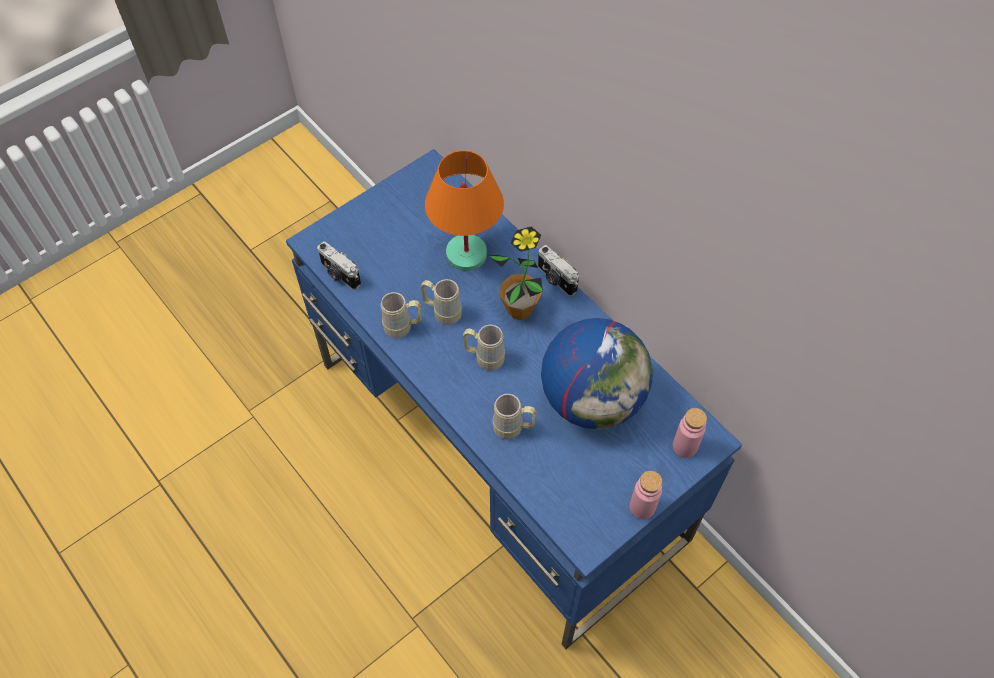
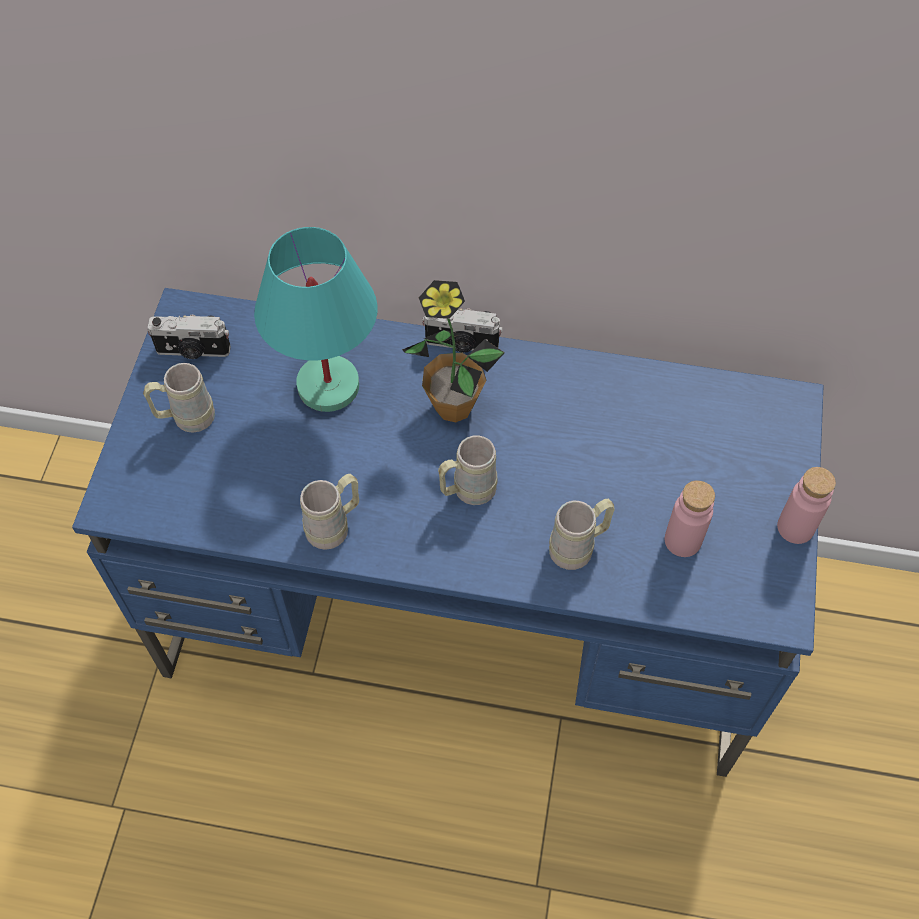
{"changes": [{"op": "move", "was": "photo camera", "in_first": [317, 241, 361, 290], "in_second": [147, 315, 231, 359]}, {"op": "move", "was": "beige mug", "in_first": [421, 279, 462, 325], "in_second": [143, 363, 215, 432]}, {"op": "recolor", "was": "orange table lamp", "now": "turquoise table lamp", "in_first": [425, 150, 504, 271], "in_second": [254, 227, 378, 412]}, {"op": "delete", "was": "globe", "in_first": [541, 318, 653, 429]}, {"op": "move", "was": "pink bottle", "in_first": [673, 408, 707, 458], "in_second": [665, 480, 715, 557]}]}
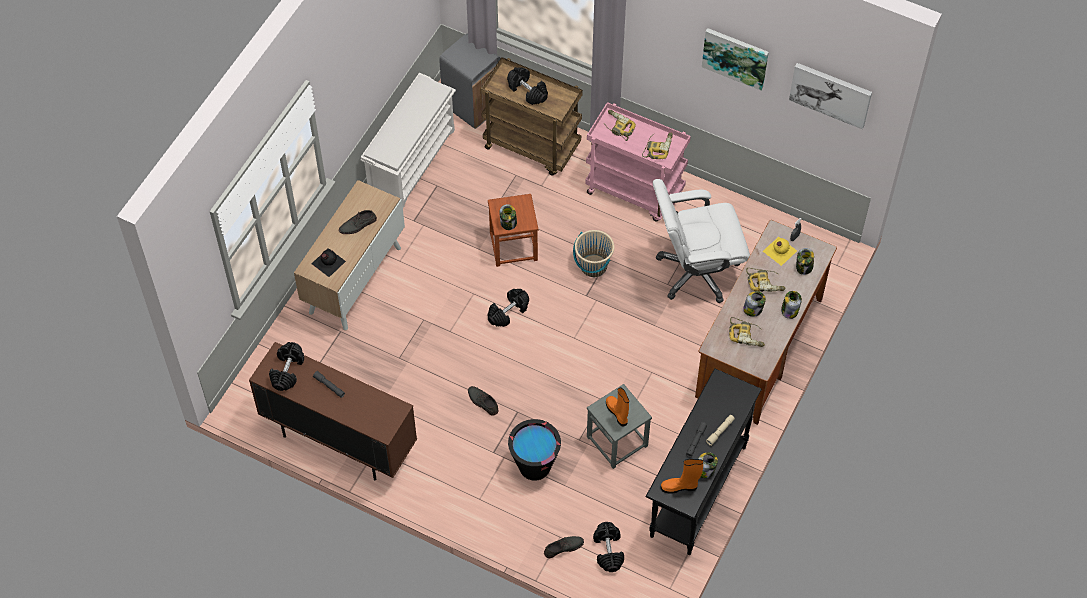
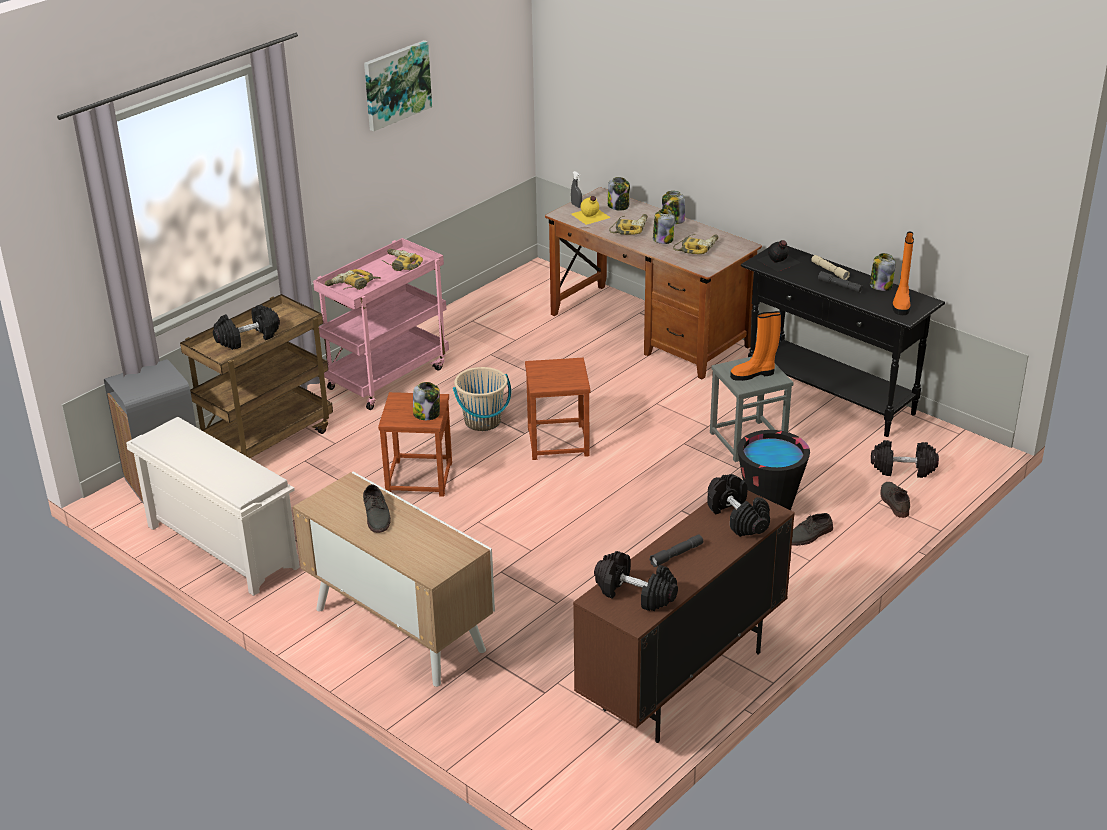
{"changes": [{"op": "move", "was": "black bottle", "in_first": [311, 248, 346, 277], "in_second": [757, 240, 801, 272]}, {"op": "move", "was": "grey shoe", "in_first": [468, 386, 499, 416], "in_second": [792, 513, 833, 546]}, {"op": "move", "was": "black dumbbell", "in_first": [487, 289, 529, 327], "in_second": [707, 474, 770, 537]}, {"op": "delete", "was": "white office chair", "in_first": [653, 179, 750, 303]}, {"op": "delete", "was": "picture", "in_first": [789, 63, 872, 129]}, {"op": "insert", "now": "brown stool", "in_second": [525, 358, 590, 460]}]}
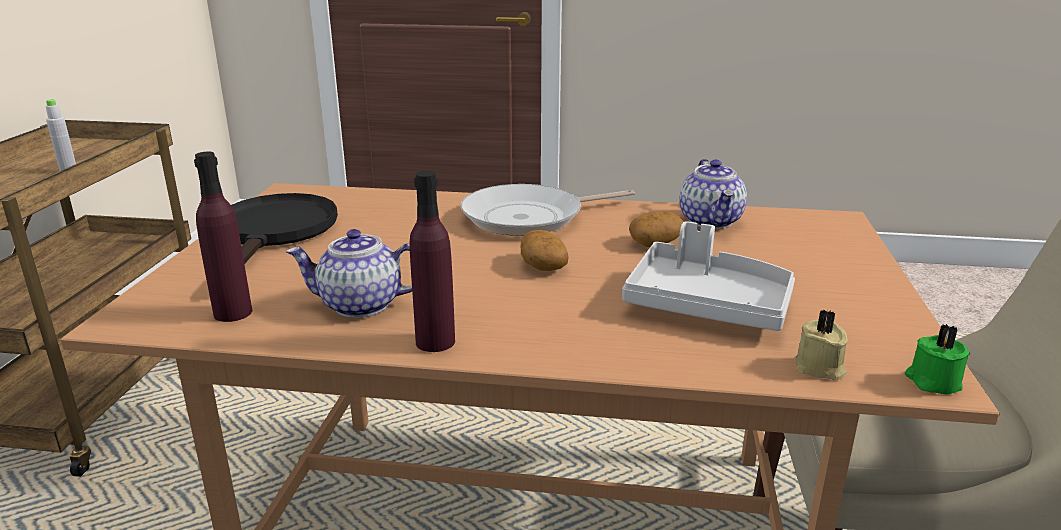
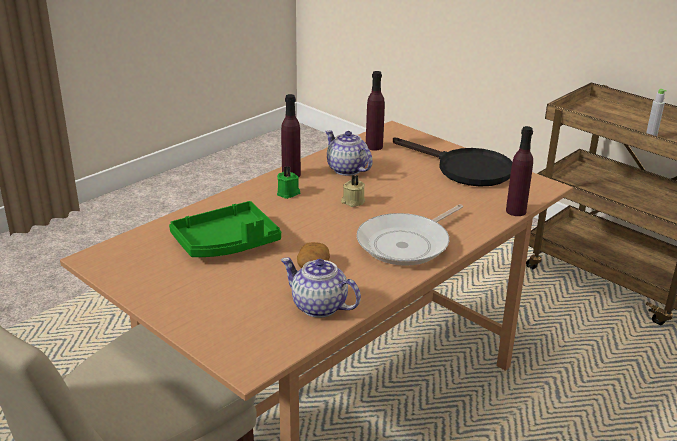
{"changes": [{"op": "rotate", "was": "teapot", "in_first": [286, 229, 412, 318], "in_second": [325, 130, 372, 176], "clockwise": -75}, {"op": "rotate", "was": "frying pan", "in_first": [461, 184, 635, 236], "in_second": [357, 204, 463, 266], "clockwise": -150}, {"op": "delete", "was": "potato", "in_first": [521, 230, 568, 271]}, {"op": "recolor", "was": "grey tray", "now": "green tray", "in_first": [622, 221, 795, 331], "in_second": [169, 201, 281, 257]}, {"op": "move", "was": "beige candle", "in_first": [794, 309, 848, 381], "in_second": [341, 174, 365, 207]}, {"op": "move", "was": "green candle", "in_first": [905, 324, 970, 394], "in_second": [277, 166, 300, 199]}, {"op": "insert", "now": "purple bottle", "in_second": [506, 126, 533, 216]}]}
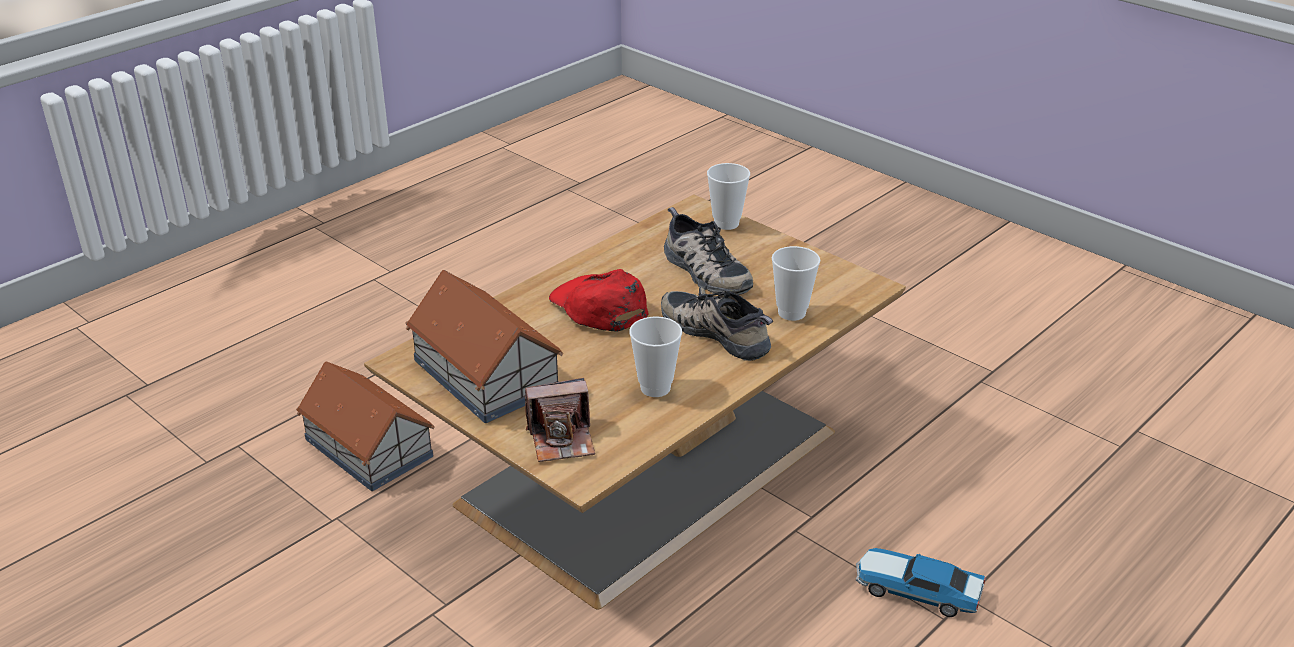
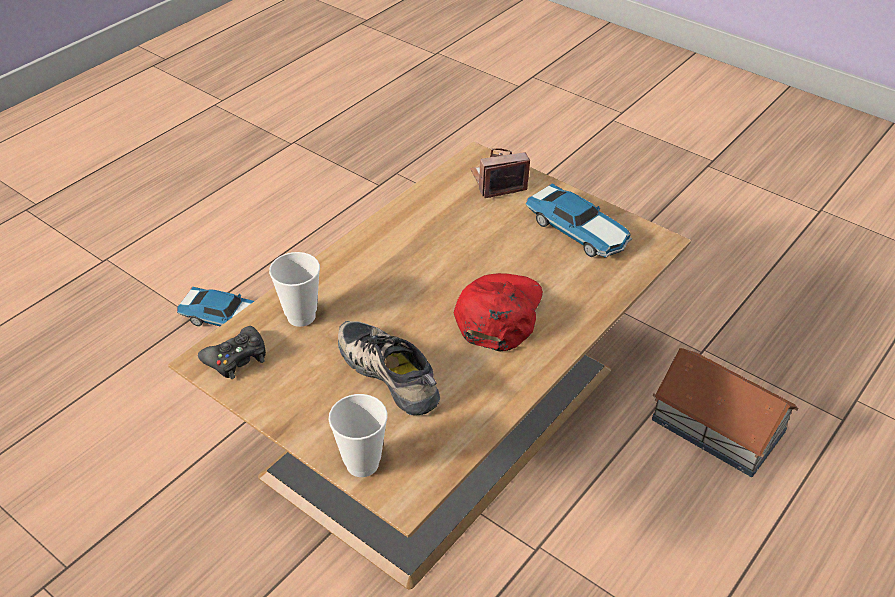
{"changes": [{"op": "replace", "was": "toy house", "now": "toy car", "in_first": [405, 270, 563, 423], "in_second": [525, 183, 632, 258]}, {"op": "rotate", "was": "red cap", "in_first": [549, 269, 649, 332], "in_second": [454, 273, 543, 351], "clockwise": -120}, {"op": "delete", "was": "cup", "in_first": [629, 316, 682, 397]}, {"op": "delete", "was": "shoe", "in_first": [661, 287, 773, 361]}, {"op": "insert", "now": "black game controller", "in_second": [198, 326, 266, 379]}]}
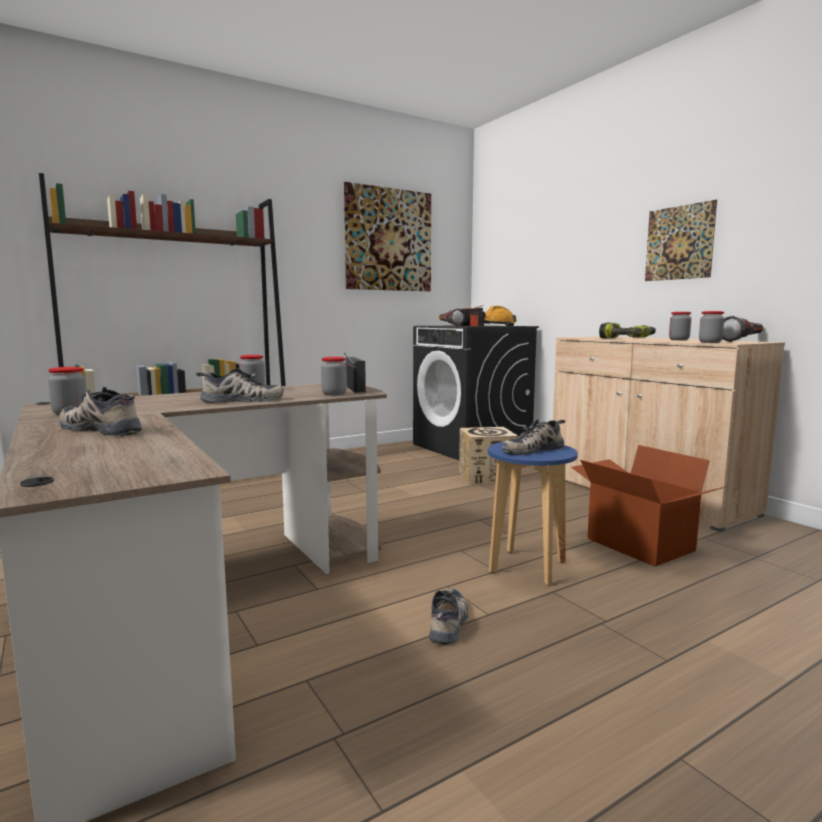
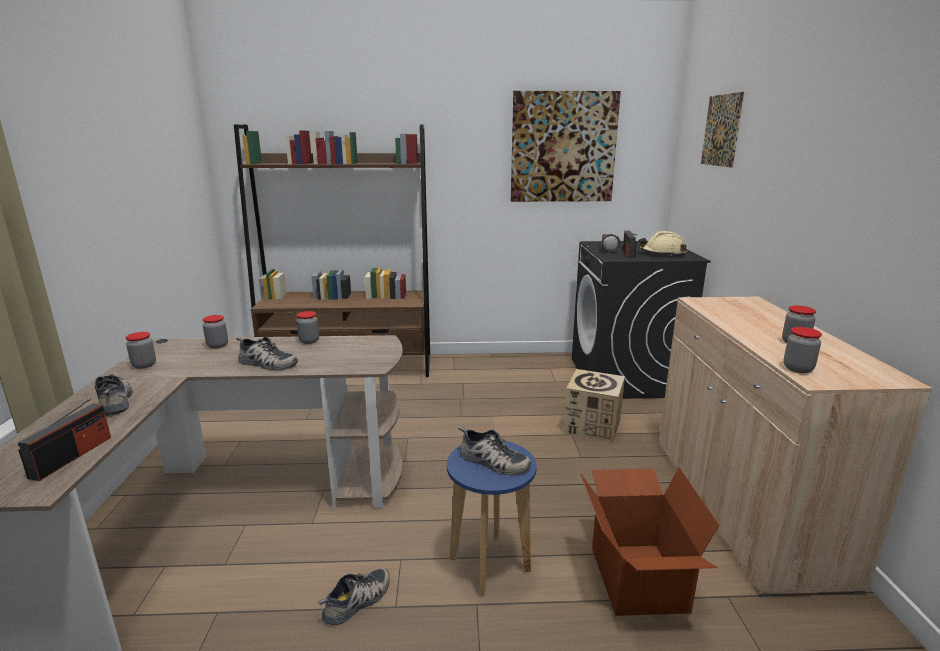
{"changes": [{"op": "move", "was": "jar", "in_first": [321, 357, 347, 395], "in_second": [203, 315, 228, 349]}, {"op": "move", "was": "radio", "in_first": [344, 353, 366, 393], "in_second": [18, 398, 111, 481]}, {"op": "recolor", "was": "orange hard hat", "now": "beige hard hat", "in_first": [483, 306, 517, 326], "in_second": [639, 231, 686, 256]}, {"op": "rotate", "was": "shoe", "in_first": [502, 419, 565, 455], "in_second": [458, 427, 531, 476], "clockwise": -150}, {"op": "delete", "was": "power drill", "in_first": [599, 323, 656, 339]}, {"op": "move", "was": "picture", "in_first": [645, 200, 717, 281], "in_second": [701, 92, 744, 167]}, {"op": "delete", "was": "flashlight", "in_first": [722, 316, 764, 342]}]}
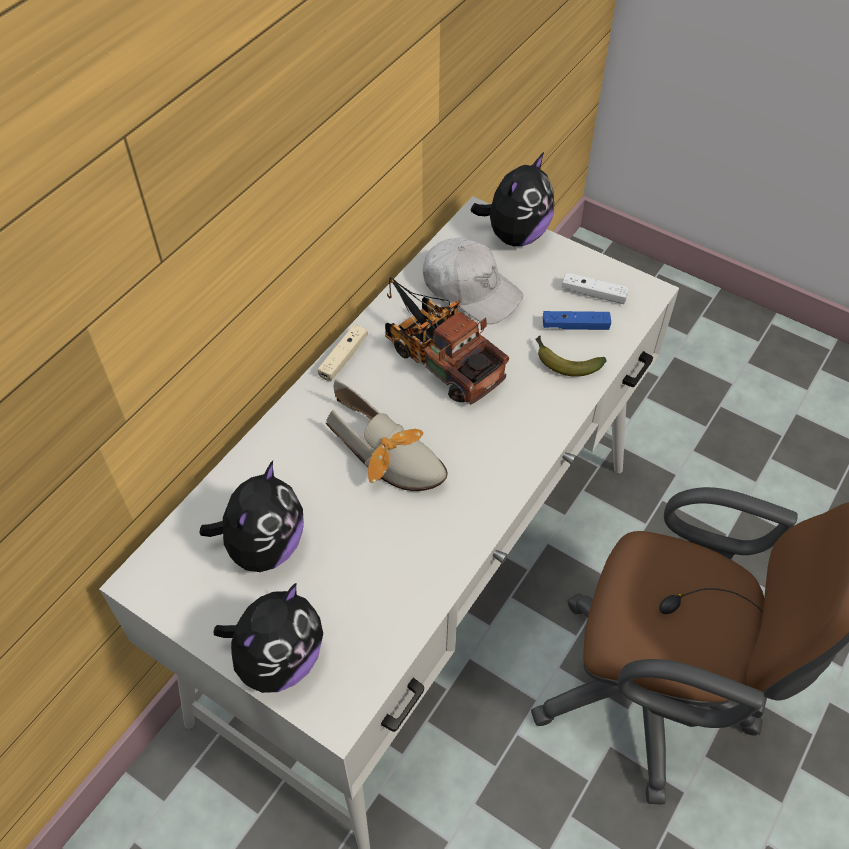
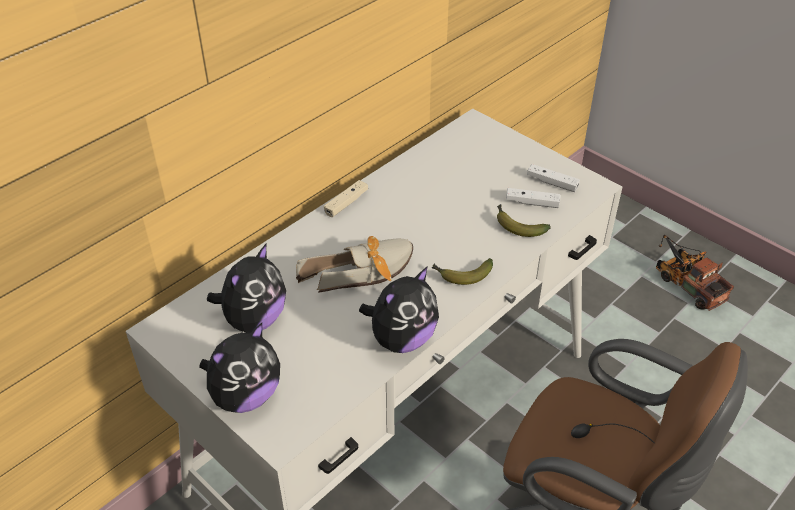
{"changes": [{"op": "rotate", "was": "shoe", "in_first": [326, 379, 448, 491], "in_second": [296, 236, 413, 293], "clockwise": -75}, {"op": "move", "was": "toy truck", "in_first": [385, 277, 509, 405], "in_second": [656, 235, 734, 311]}, {"op": "delete", "was": "white cap", "in_first": [423, 238, 523, 324]}, {"op": "move", "was": "plush toy", "in_first": [471, 152, 554, 246], "in_second": [359, 266, 439, 353]}, {"op": "recolor", "was": "blue game controller", "now": "white game controller", "in_first": [543, 311, 611, 330], "in_second": [506, 188, 561, 208]}, {"op": "insert", "now": "banana", "in_second": [431, 258, 493, 285]}]}
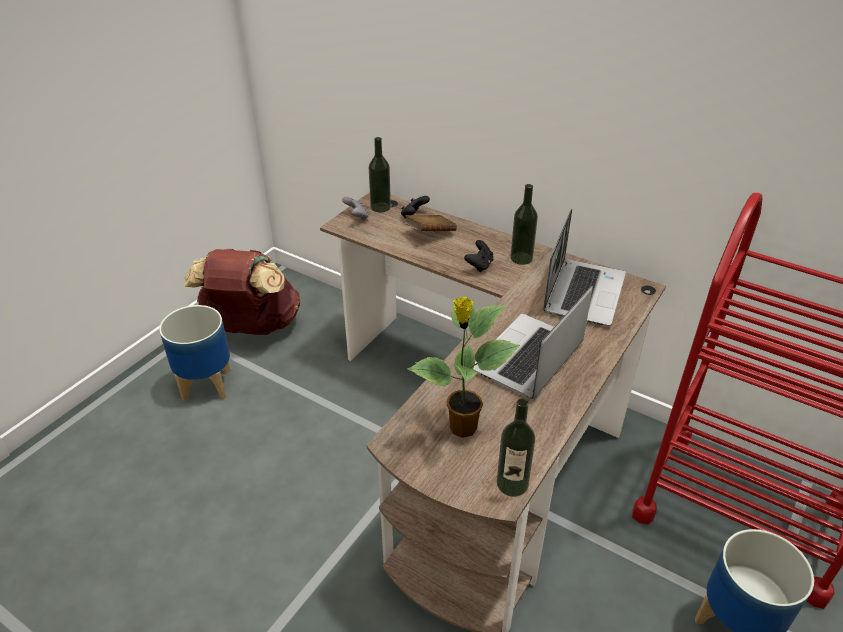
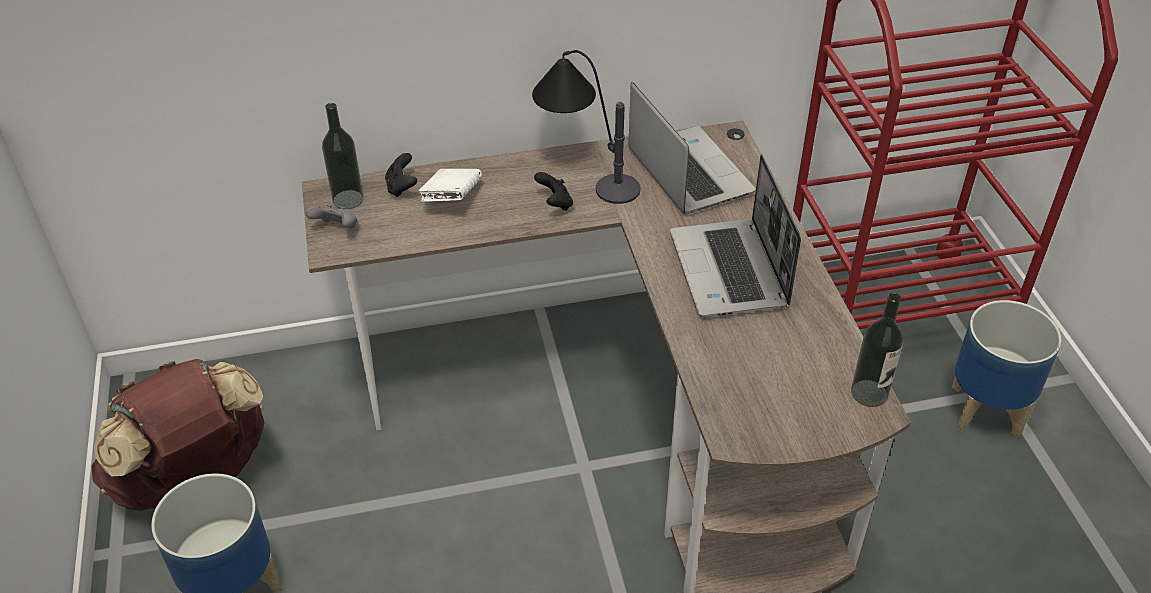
{"changes": [{"op": "recolor", "was": "brown book", "now": "white book", "in_first": [404, 215, 457, 231], "in_second": [418, 169, 482, 202]}, {"op": "delete", "was": "potted plant", "in_first": [407, 297, 520, 438]}, {"op": "replace", "was": "bottle", "now": "table lamp", "in_first": [510, 184, 538, 265], "in_second": [532, 50, 640, 204]}]}
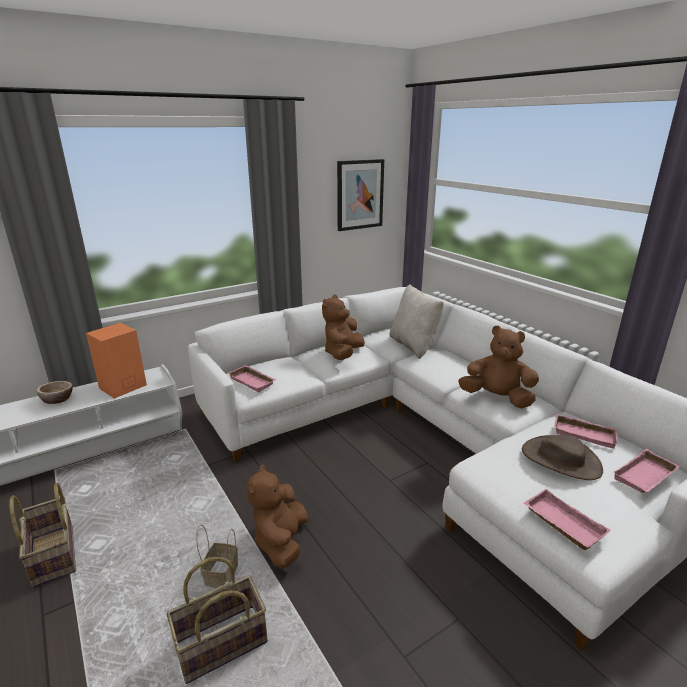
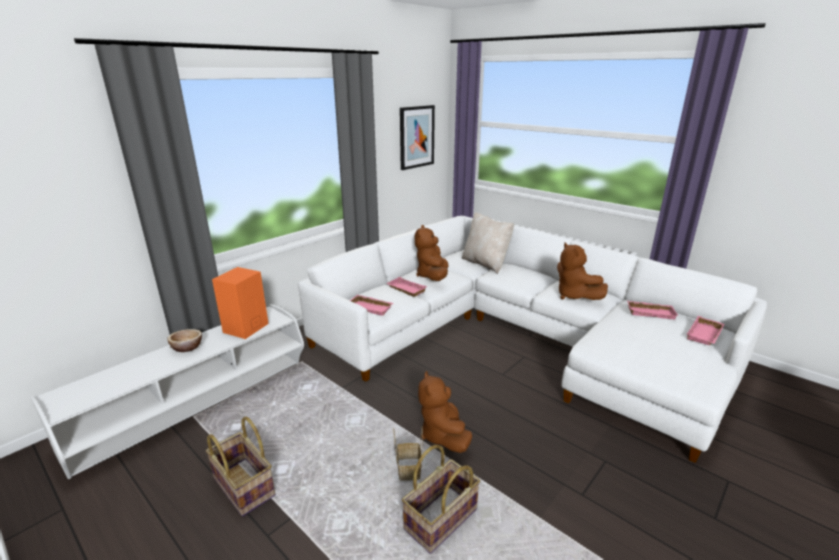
{"changes": [{"op": "rotate", "was": "brown plush toy", "in_first": [458, 326, 539, 408], "in_second": [557, 243, 608, 300], "clockwise": -120}, {"op": "delete", "was": "brown hat", "in_first": [522, 435, 603, 480]}, {"op": "move", "was": "pink tray", "in_first": [523, 489, 610, 550], "in_second": [386, 277, 427, 297]}]}
